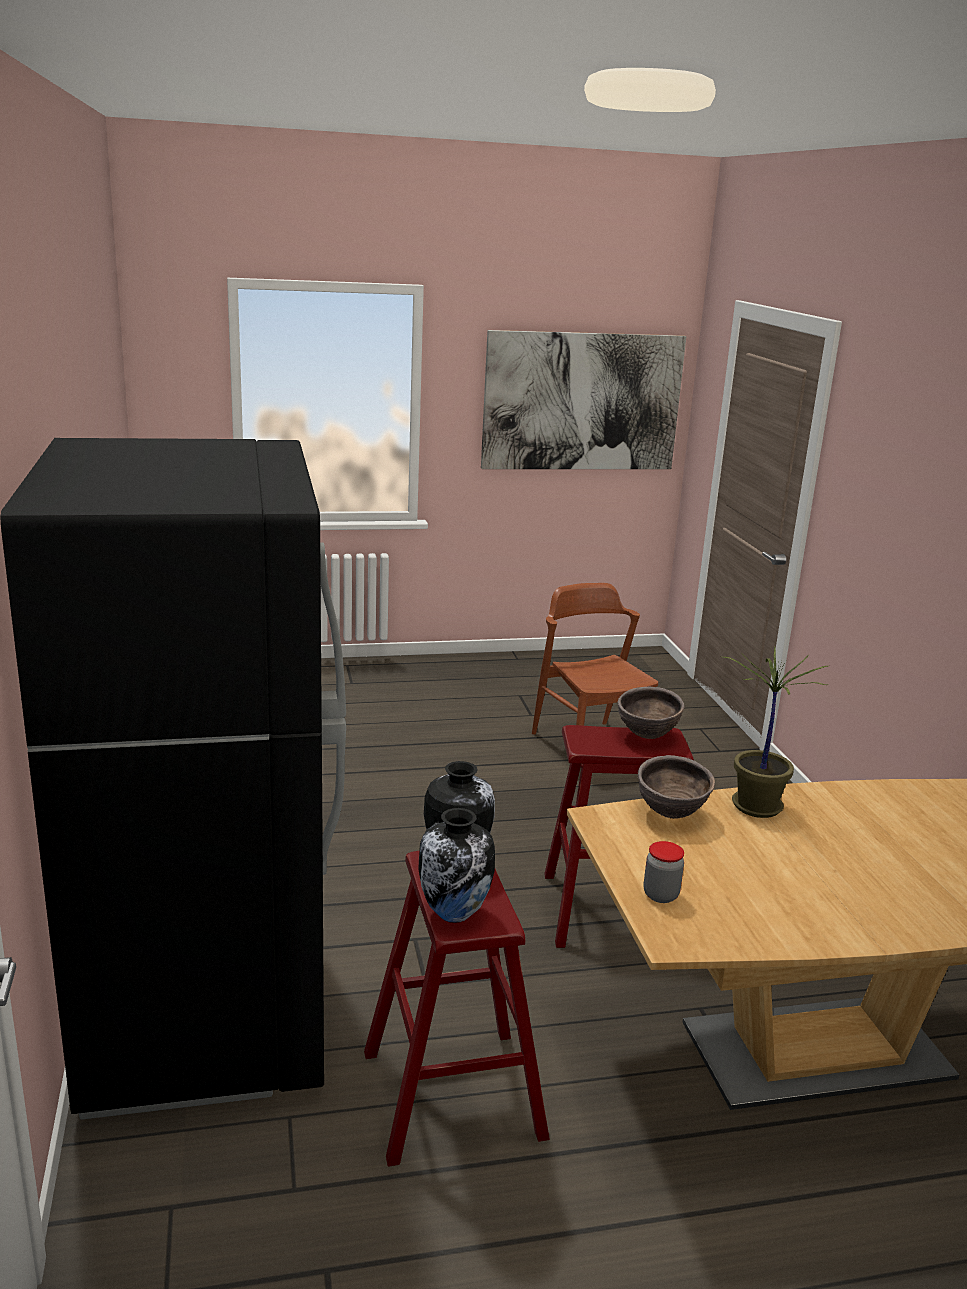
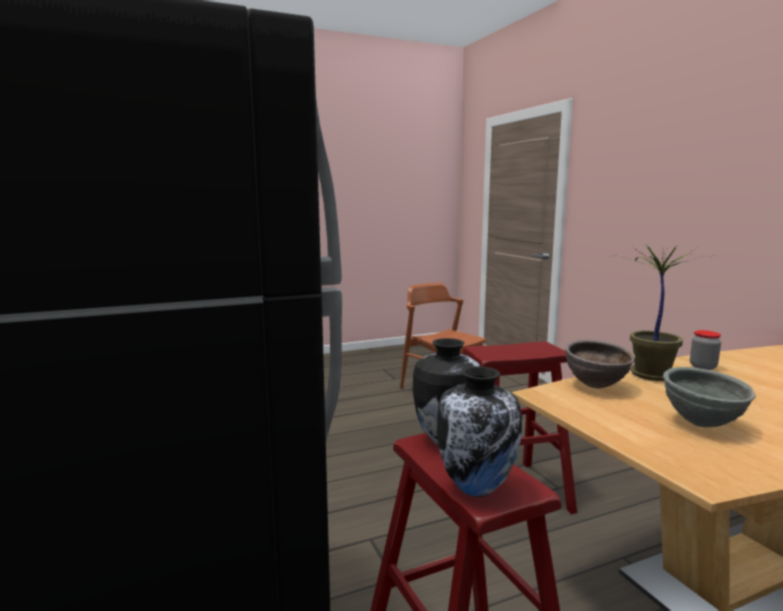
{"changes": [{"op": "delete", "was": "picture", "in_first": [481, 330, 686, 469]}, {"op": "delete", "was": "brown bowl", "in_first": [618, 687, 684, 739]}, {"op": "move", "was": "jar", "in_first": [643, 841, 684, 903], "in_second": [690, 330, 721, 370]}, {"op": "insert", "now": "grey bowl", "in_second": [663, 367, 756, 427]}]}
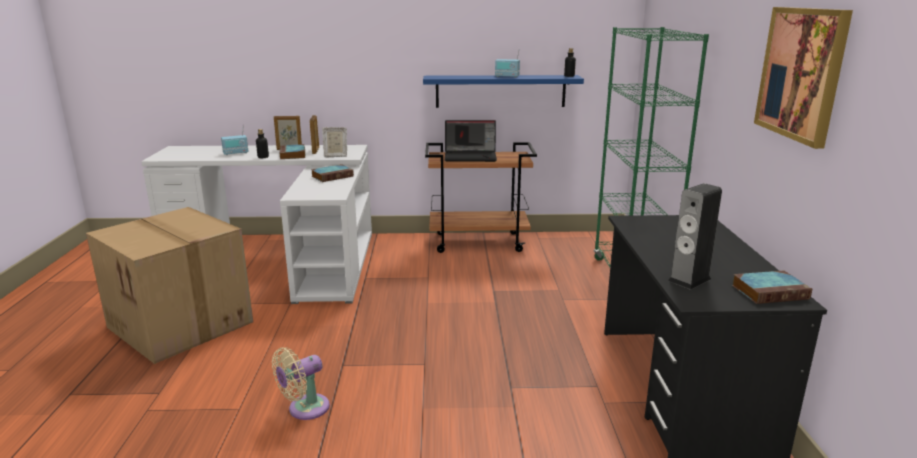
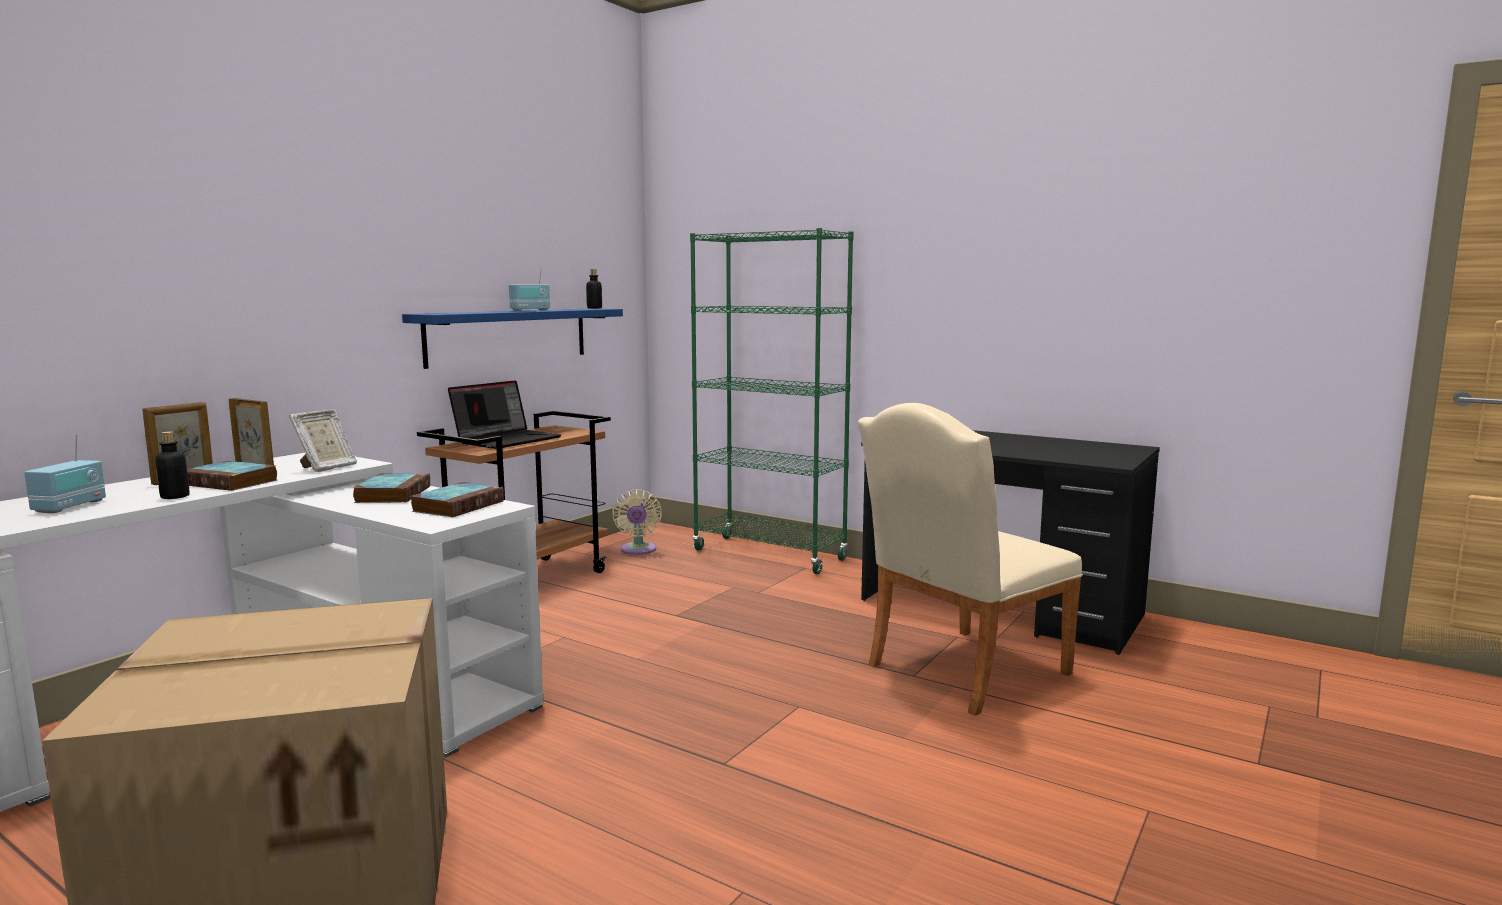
{"changes": [{"op": "move", "was": "beige fan", "in_first": [272, 347, 330, 420], "in_second": [612, 489, 662, 555]}, {"op": "delete", "was": "speaker", "in_first": [668, 183, 722, 290]}, {"op": "move", "was": "book", "in_first": [732, 271, 812, 304], "in_second": [411, 482, 504, 517]}, {"op": "delete", "was": "picture", "in_first": [754, 7, 853, 149]}, {"op": "insert", "now": "beige chair", "in_second": [858, 403, 1083, 716]}]}
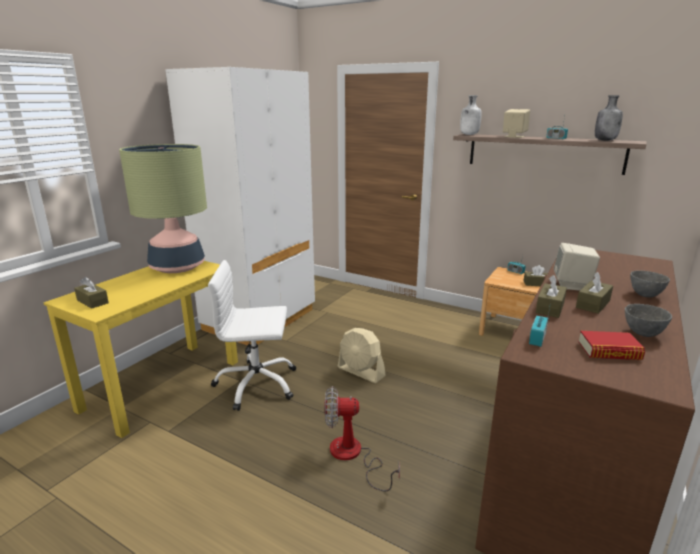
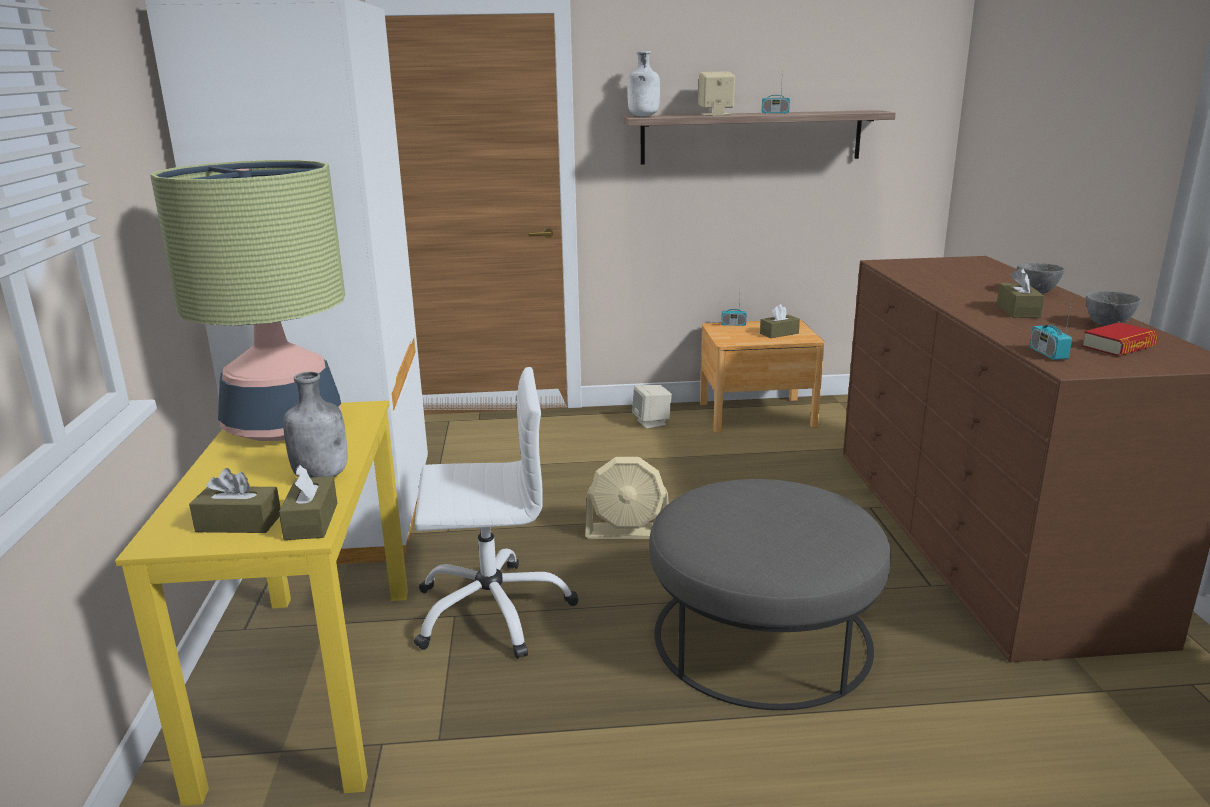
{"changes": [{"op": "rotate", "was": "white office chair", "in_first": [208, 260, 296, 411], "in_second": [414, 367, 578, 659], "clockwise": -150}, {"op": "replace", "was": "fan", "now": "grey ottoman", "in_first": [325, 386, 400, 491], "in_second": [649, 479, 891, 710]}, {"op": "move", "was": "brown tissue box", "in_first": [536, 275, 567, 318], "in_second": [279, 464, 337, 540]}, {"op": "move", "was": "beige speaker", "in_first": [554, 243, 600, 291], "in_second": [632, 385, 672, 429]}, {"op": "move", "was": "grey bottle", "in_first": [595, 95, 623, 141], "in_second": [283, 372, 348, 478]}]}
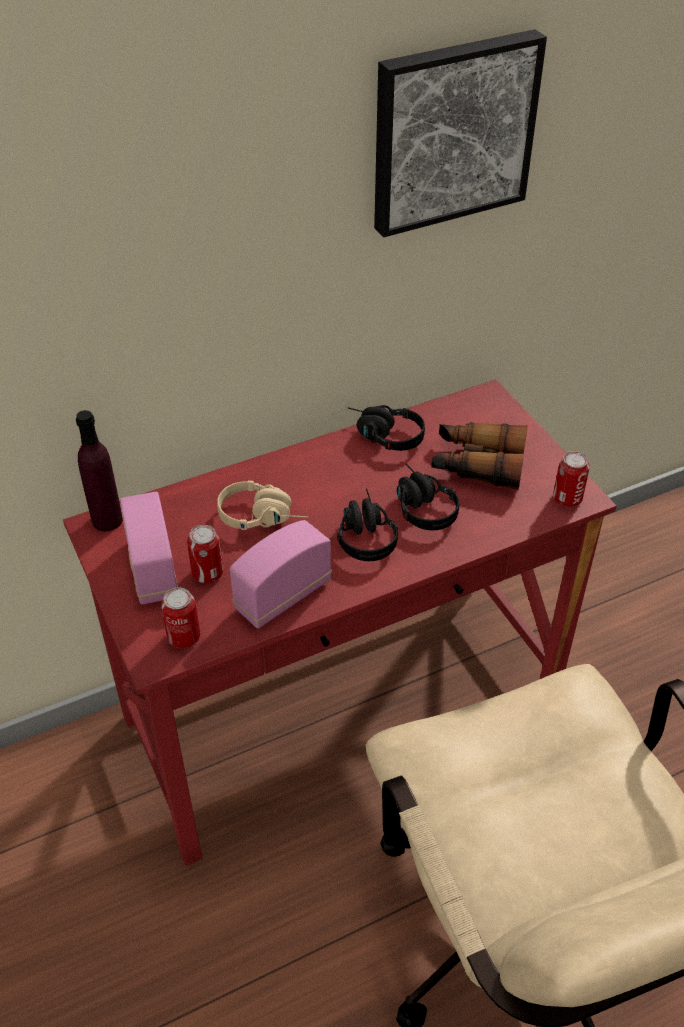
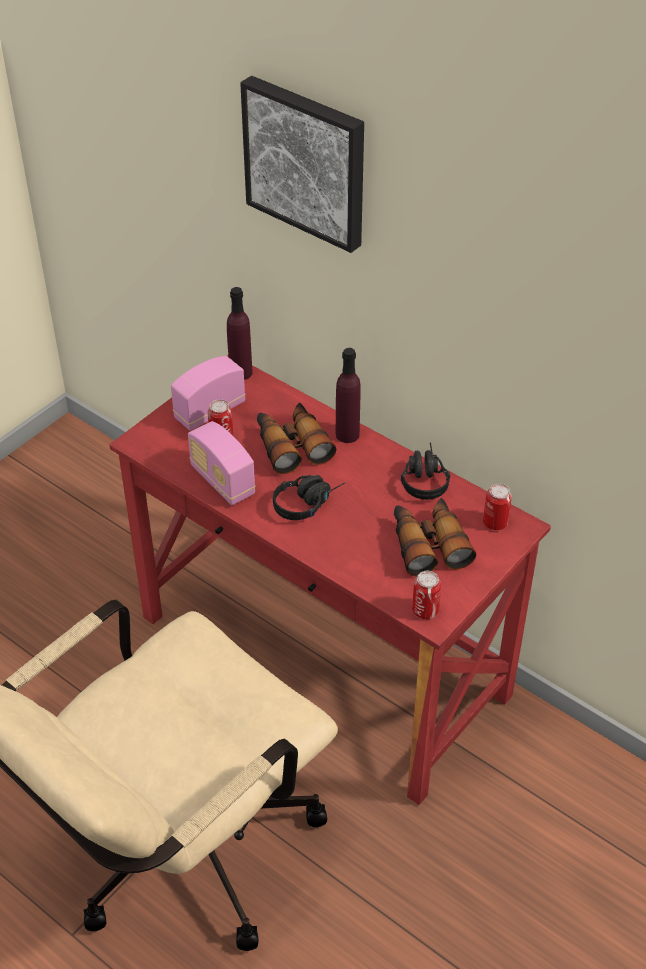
{"changes": [{"op": "move", "was": "can", "in_first": [161, 587, 200, 648], "in_second": [483, 484, 512, 530]}, {"op": "replace", "was": "beige headphones", "now": "binoculars", "in_first": [217, 481, 308, 530], "in_second": [257, 403, 336, 474]}, {"op": "rotate", "was": "radio", "in_first": [230, 520, 332, 629], "in_second": [188, 421, 256, 505], "clockwise": -150}, {"op": "move", "was": "picture", "in_first": [374, 29, 547, 237], "in_second": [240, 76, 364, 253]}, {"op": "delete", "was": "black headphones", "in_first": [397, 464, 459, 530]}, {"op": "insert", "now": "purple bottle", "in_second": [336, 348, 361, 443]}]}
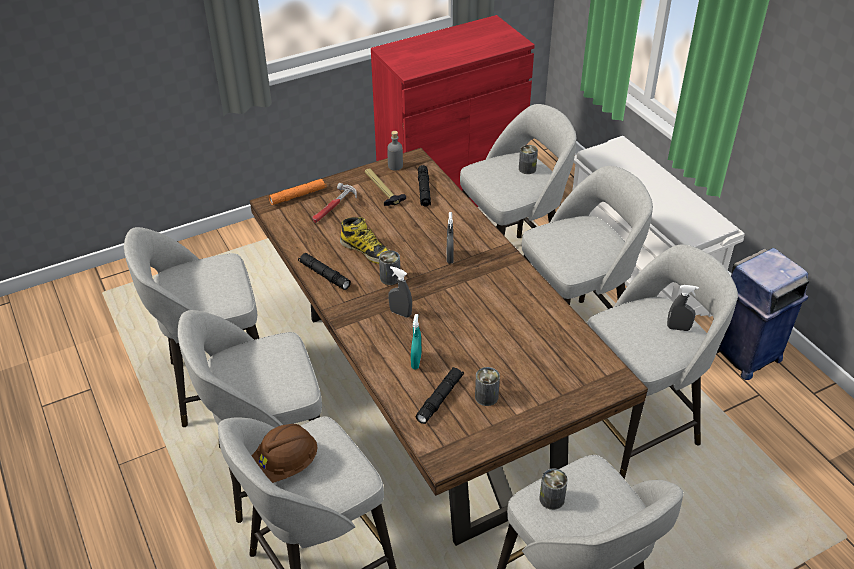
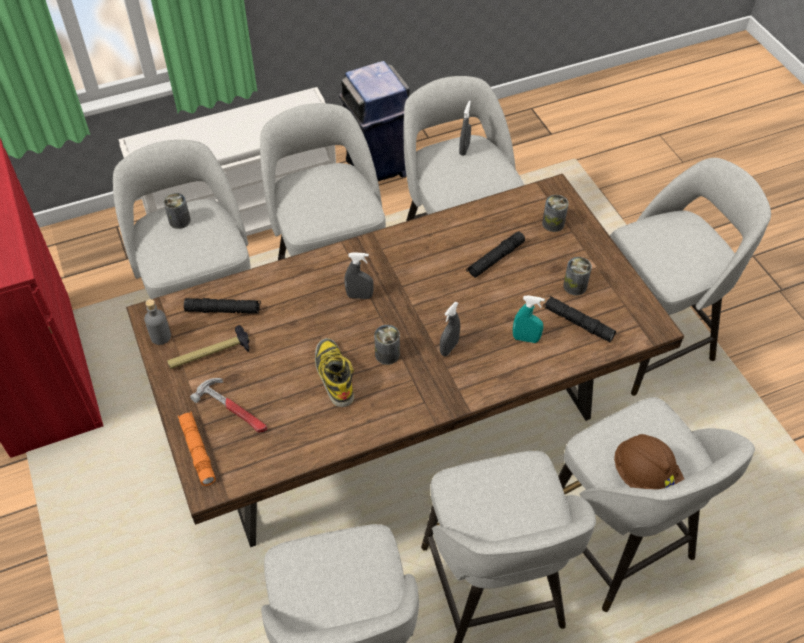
{"changes": [{"op": "move", "was": "black flashlight", "in_first": [298, 253, 351, 290], "in_second": [466, 232, 525, 278]}, {"op": "rotate", "was": "boot", "in_first": [340, 217, 389, 264], "in_second": [315, 338, 354, 407], "clockwise": -60}, {"op": "move", "was": "can", "in_first": [539, 468, 568, 510], "in_second": [542, 195, 569, 232]}]}
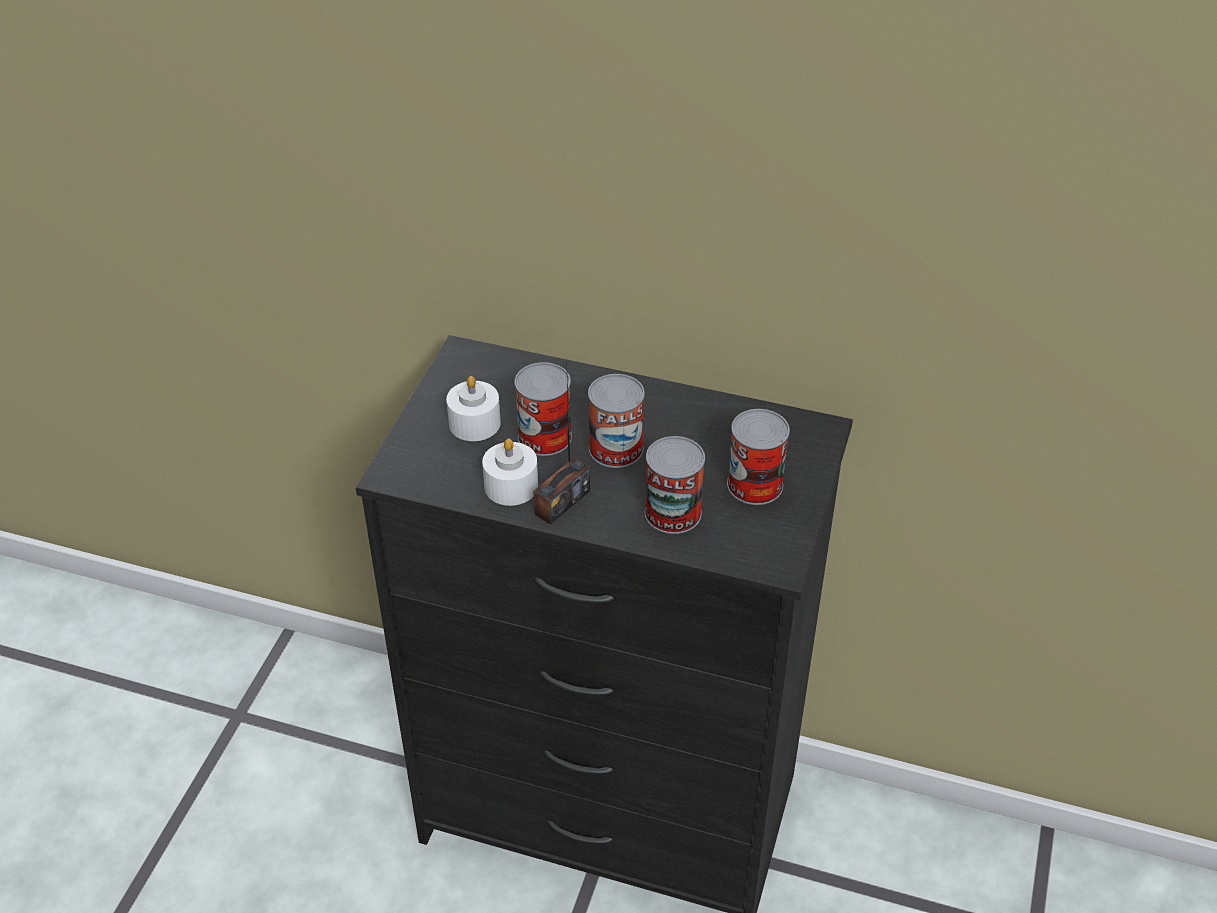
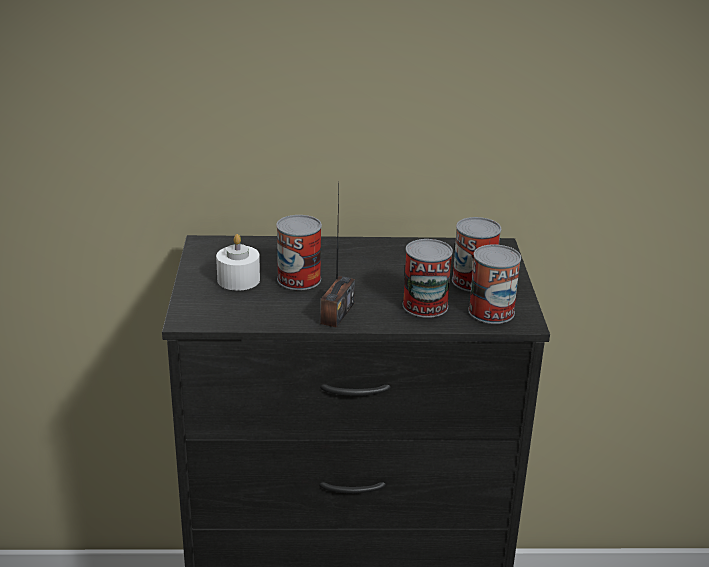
{"changes": [{"op": "delete", "was": "white candle", "in_first": [482, 439, 538, 506]}, {"op": "move", "was": "can", "in_first": [588, 374, 645, 468], "in_second": [468, 244, 521, 324]}]}
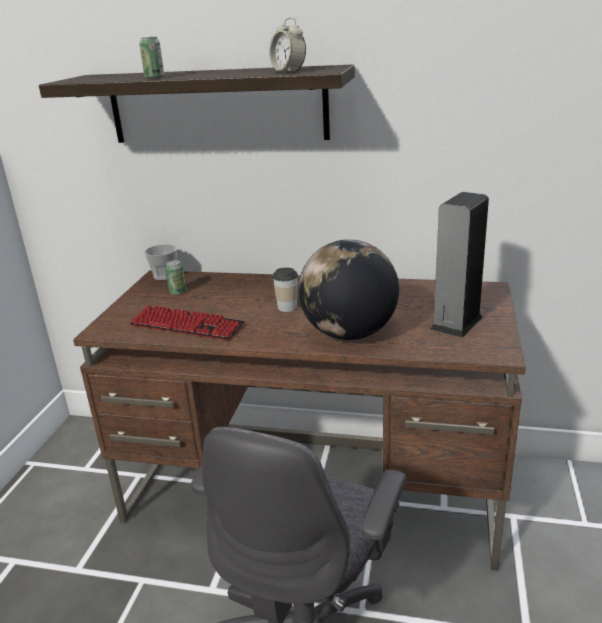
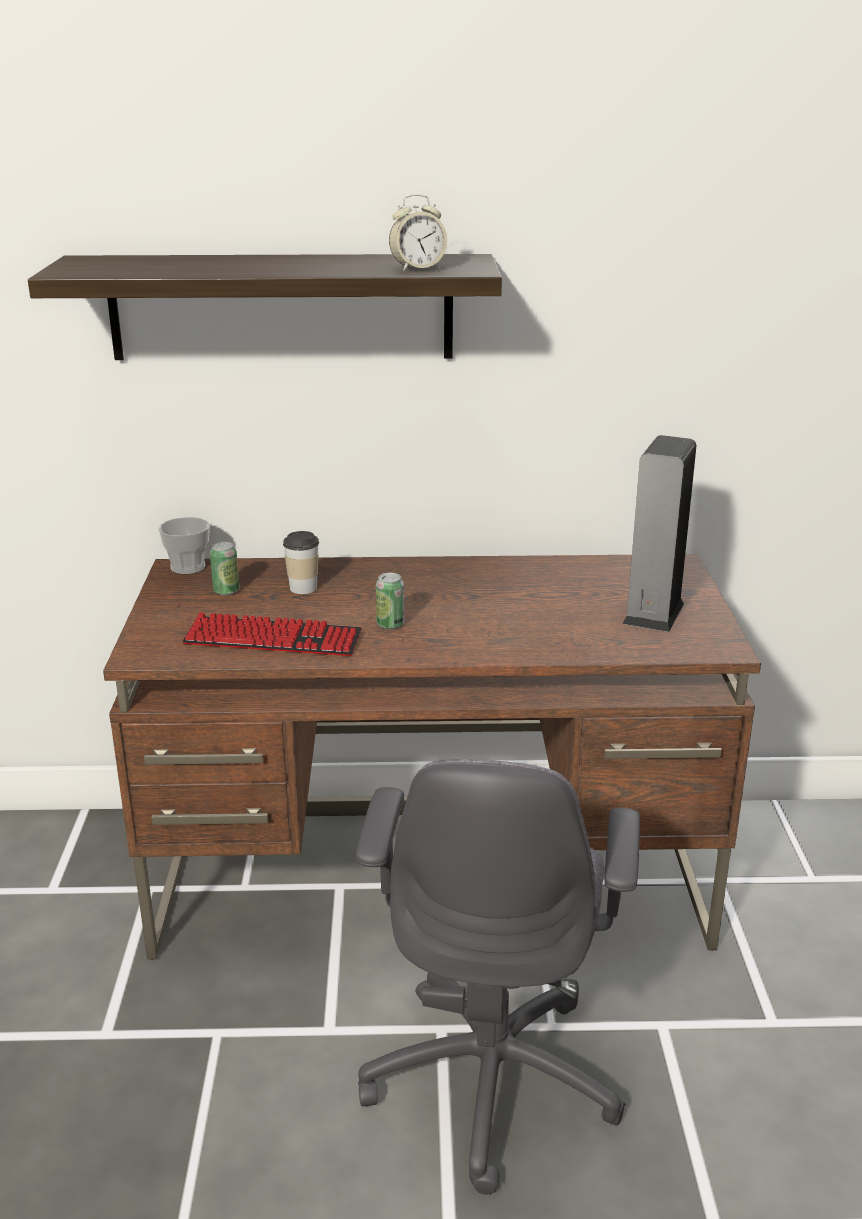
{"changes": [{"op": "move", "was": "can", "in_first": [139, 36, 164, 79], "in_second": [376, 573, 404, 630]}, {"op": "rotate", "was": "alarm clock", "in_first": [269, 17, 306, 73], "in_second": [389, 194, 447, 271], "clockwise": -60}, {"op": "move", "was": "cup", "in_first": [273, 267, 298, 312], "in_second": [283, 531, 319, 594]}, {"op": "delete", "was": "globe", "in_first": [298, 240, 399, 340]}]}
